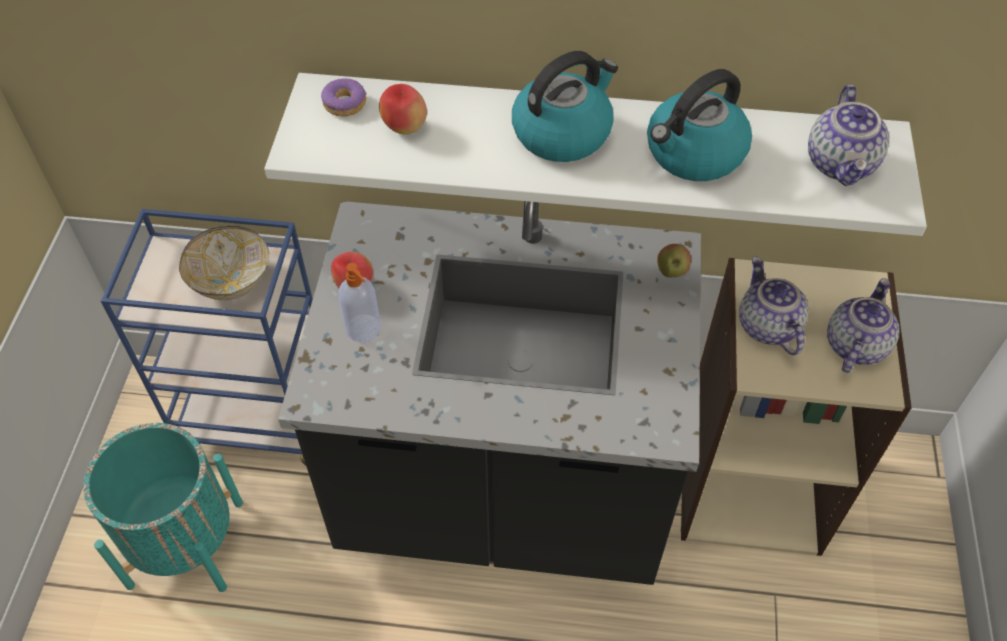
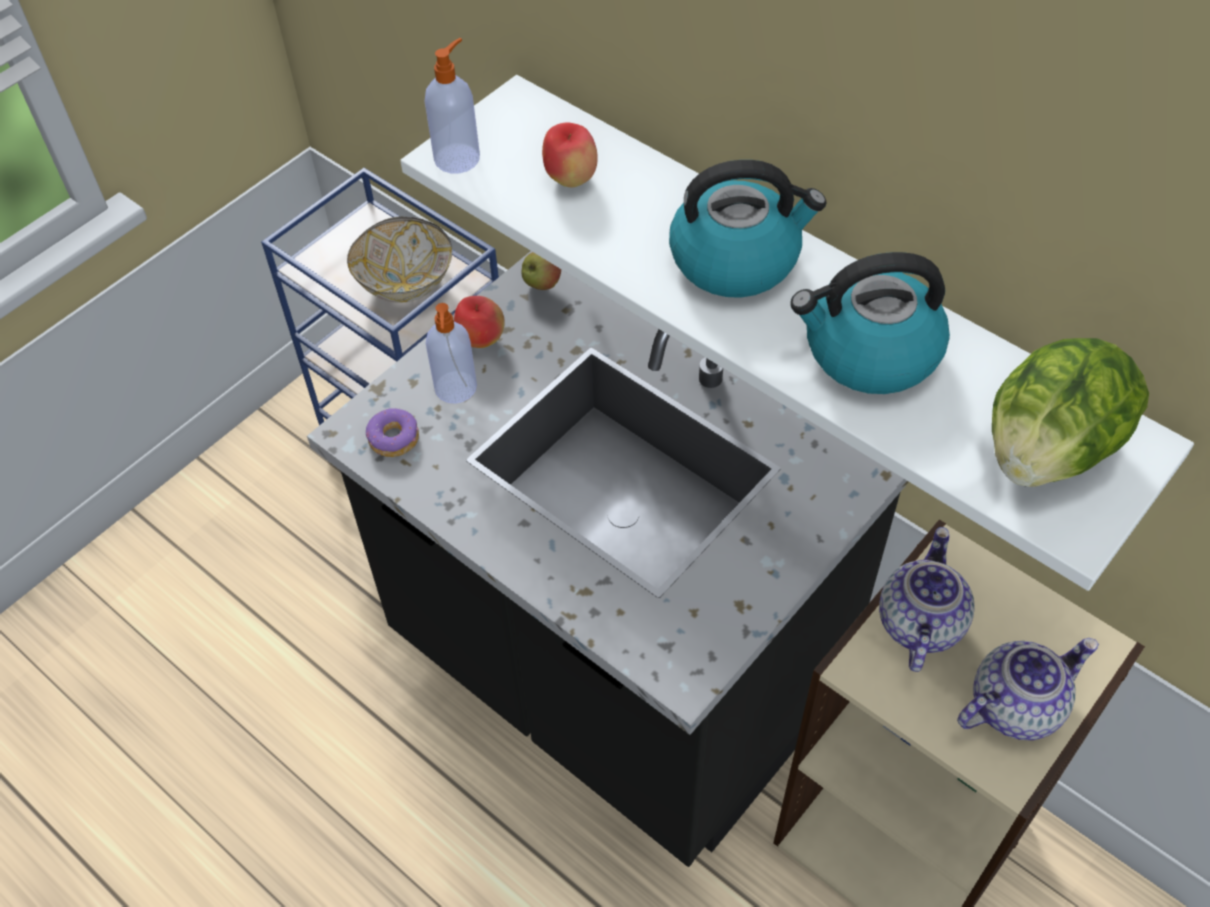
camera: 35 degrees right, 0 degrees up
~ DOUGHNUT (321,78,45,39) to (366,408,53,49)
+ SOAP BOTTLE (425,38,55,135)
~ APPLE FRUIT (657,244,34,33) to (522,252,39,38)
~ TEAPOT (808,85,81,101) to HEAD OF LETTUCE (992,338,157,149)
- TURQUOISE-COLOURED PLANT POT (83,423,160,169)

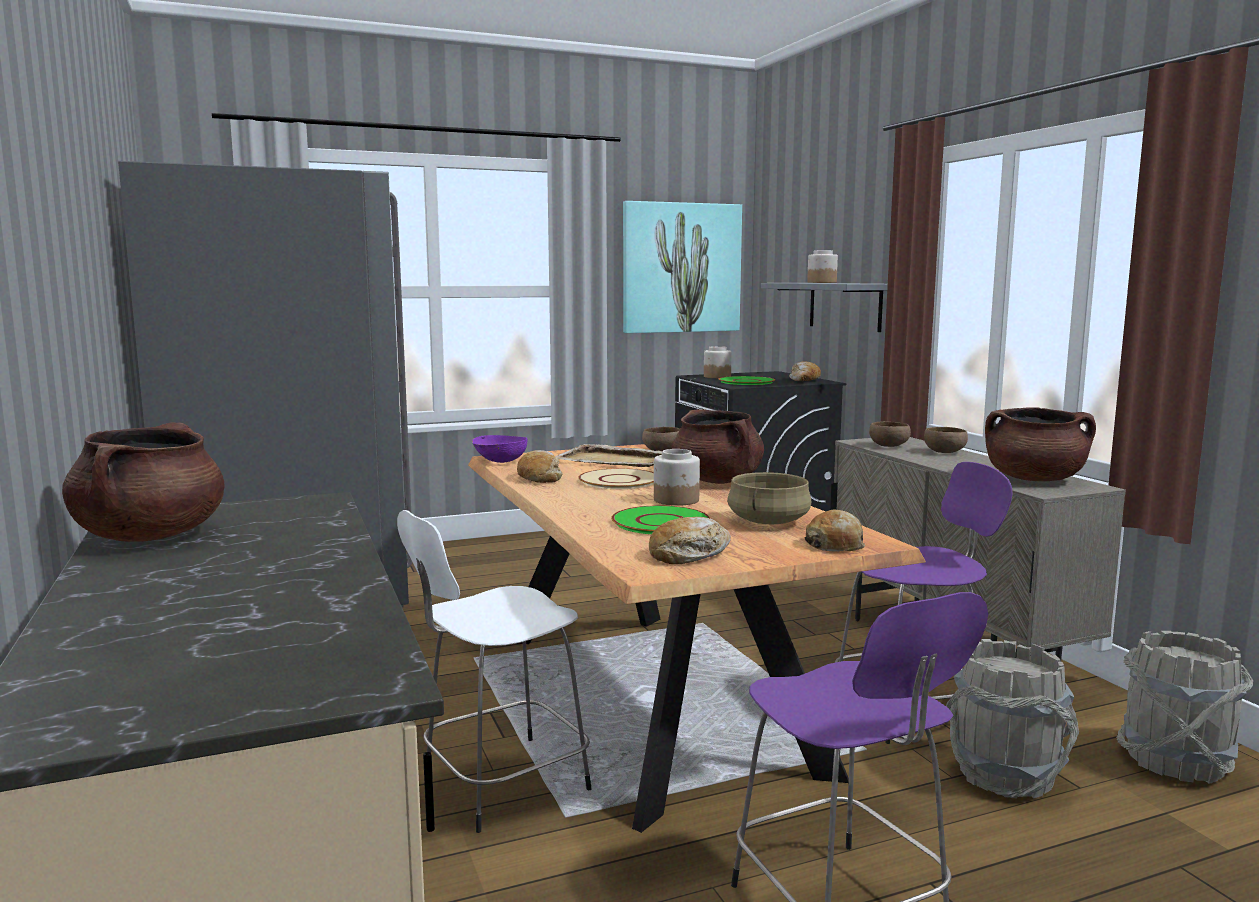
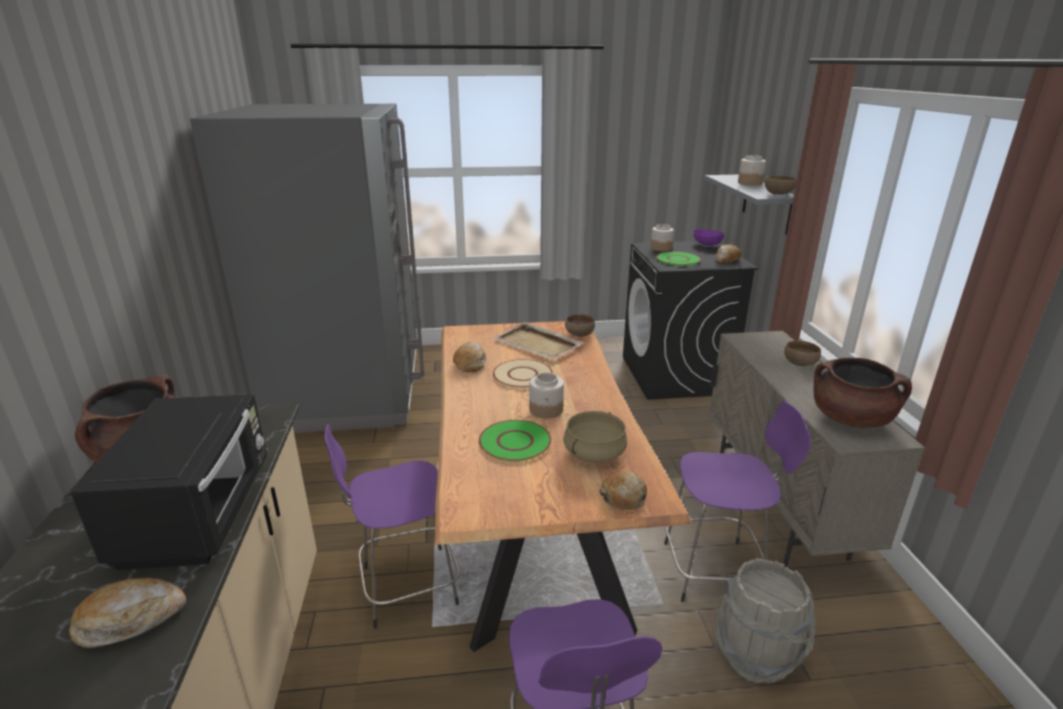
camera: 15 degrees right, 15 degrees up
~ BAKED BREAD (649,517,82,47) to (69,578,117,70)
+ BLACK MICROWAVE (71,395,196,175)
~ WHITISH STOOL (397,510,195,323) to PURPLISH STOOL (325,423,134,206)
~ PURPLISH BOWL (472,435,55,28) to (693,229,31,17)
~ BROWNISH BOWL (869,421,42,26) to (765,175,31,20)
- WALL PICTURE (623,201,119,132)
- BROWNISH COOKING POT (671,409,93,75)
- GREY PAIL (1116,631,137,153)

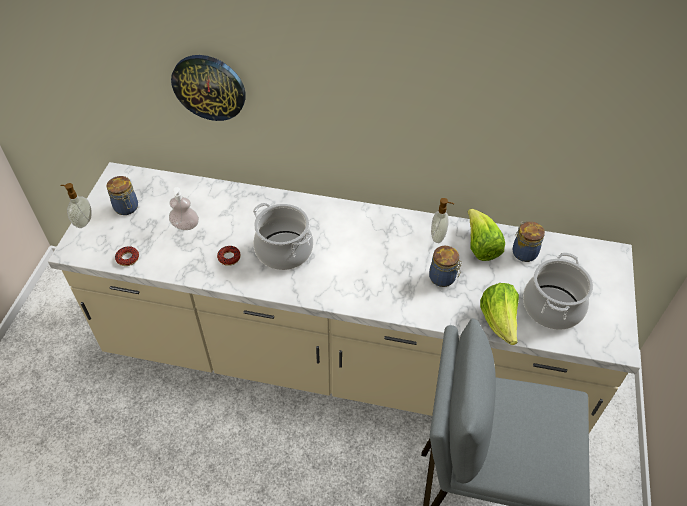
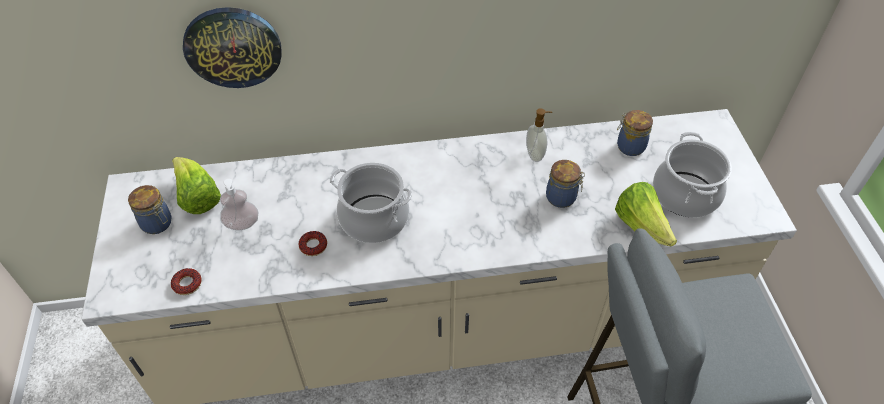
camera: 20 degrees left, 0 degrees up
~ HEAD OF LETTUCE (468,209,37,52) to (172,157,49,57)
- SOAP BOTTLE (60,183,32,45)

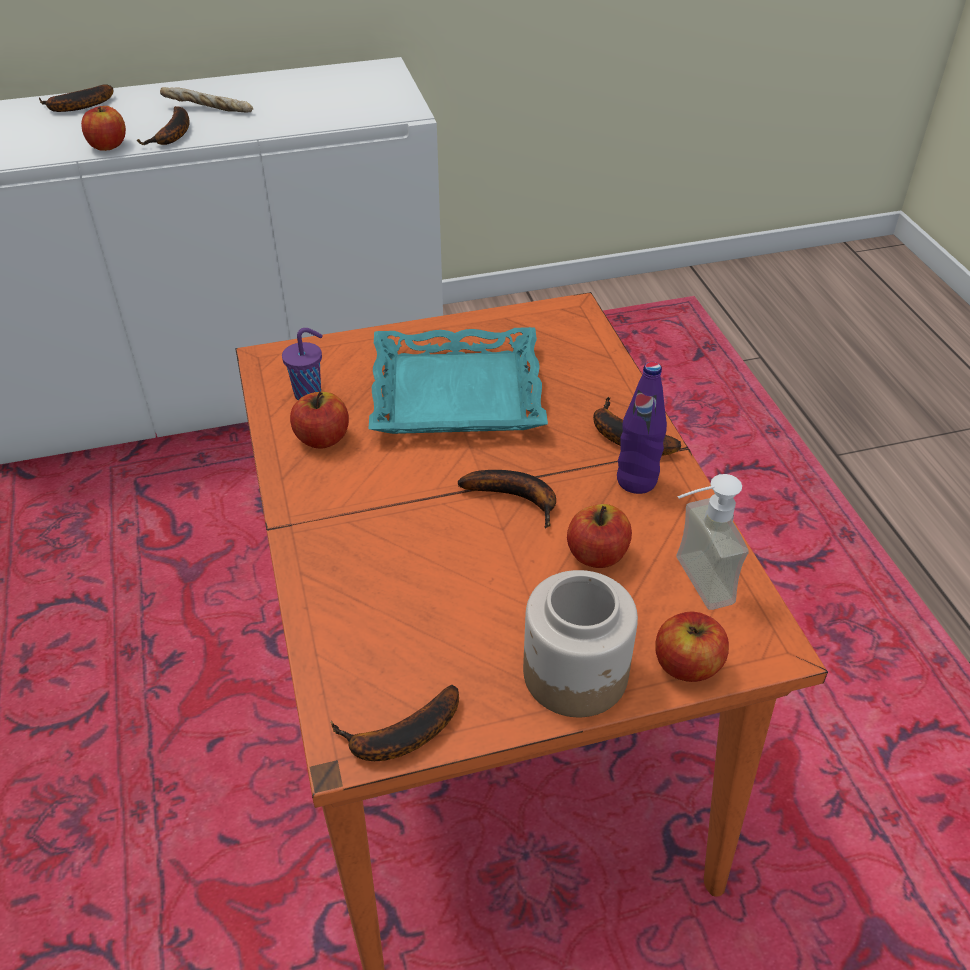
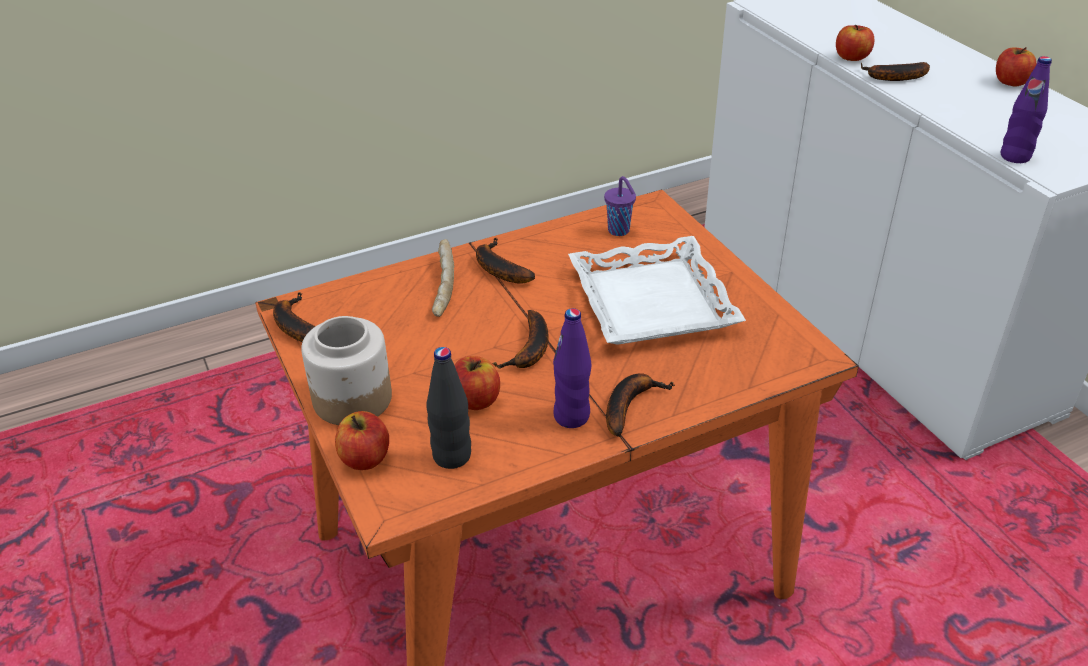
camera: 80 degrees right, 5 degrees down
~ SOAP BOTTLE (677,474,71,136) to BLACK DRINK BOTTLE (427,347,44,122)
~ BAKED BREAD (160,87,93,26) to (432,239,22,78)
~ BANANA (38,84,75,28) to (476,238,59,46)
~ TURQUOISE-COLOURED CARRYING TRAY (368,327,180,107) to WHITISH CARRYING TRAY (568,236,178,109)
~ APPLE FRUIT (290,392,59,57) to (996,47,40,39)
+ PURPLISH DRINK BOTTLE (1001,56,51,107)

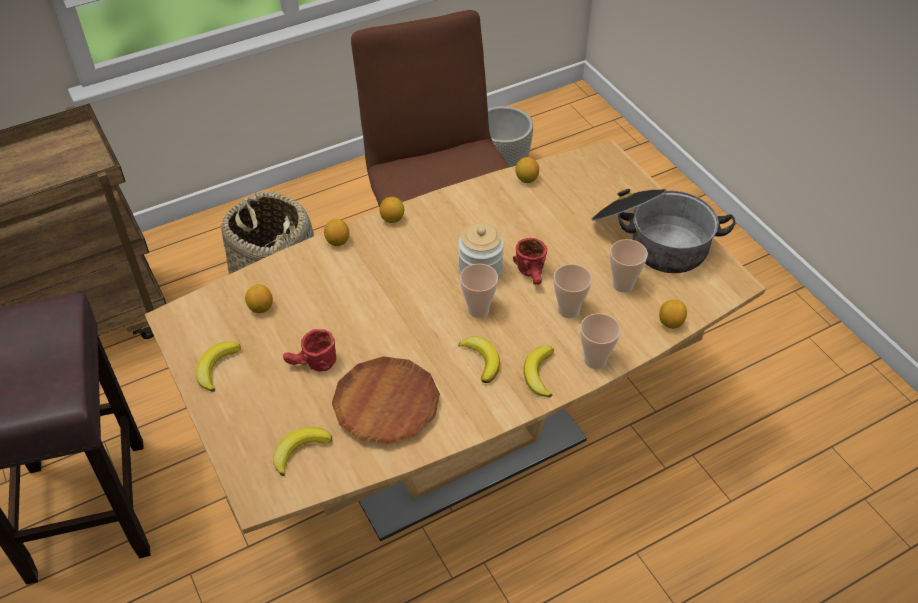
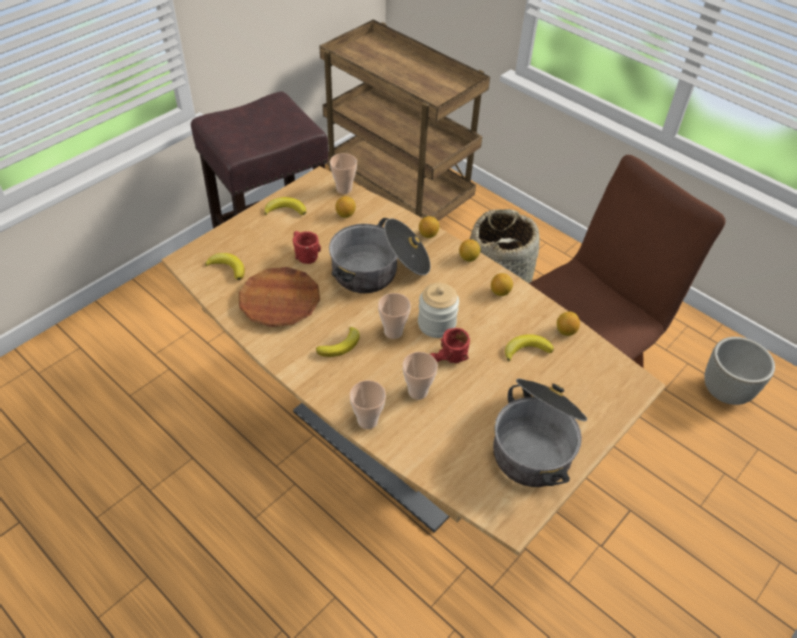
camera: 70 degrees right, 0 degrees up
+ COOKING POT (329,218,102,75)
~ CUP (610,239,38,54) to (330,153,27,41)
~ CITRUS FRUIT (659,300,28,29) to (491,273,22,23)
~ BANANA (523,346,31,52) to (505,334,49,28)

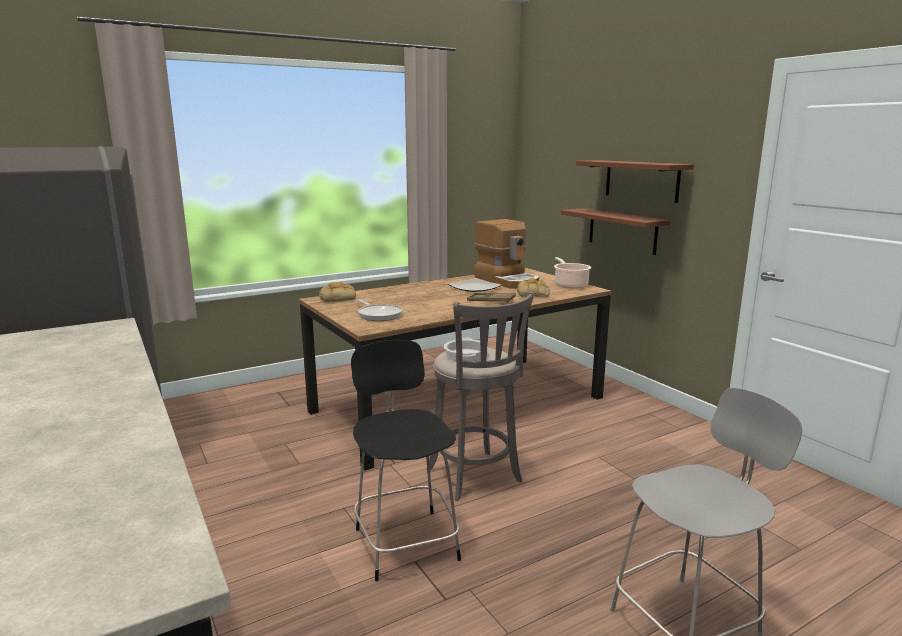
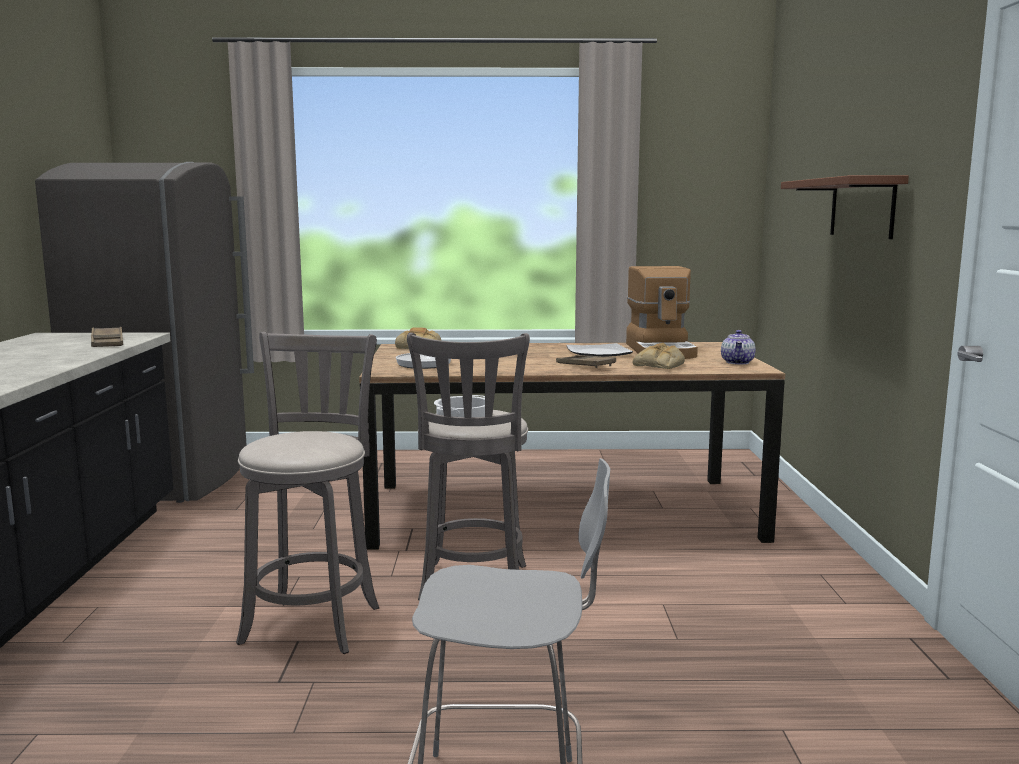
camera: 30 degrees right, 5 degrees down
+ BROWNISH CARRYING TRAY (91,327,32,20)
~ BLACK UPRIGHT CHAIR (351,340,110,241) to GREY STOOL (236,332,143,322)
~ COOKING POT (554,257,37,32) to TEAPOT (721,330,35,34)
- BROWNISH SHELF (561,208,109,47)

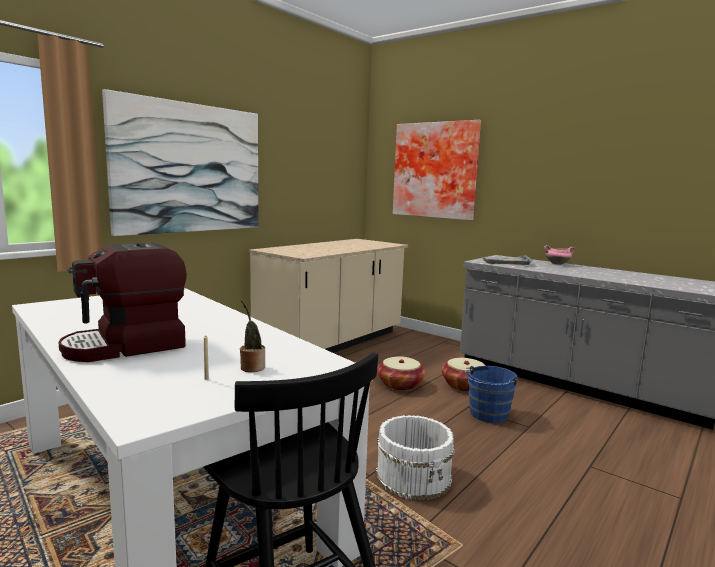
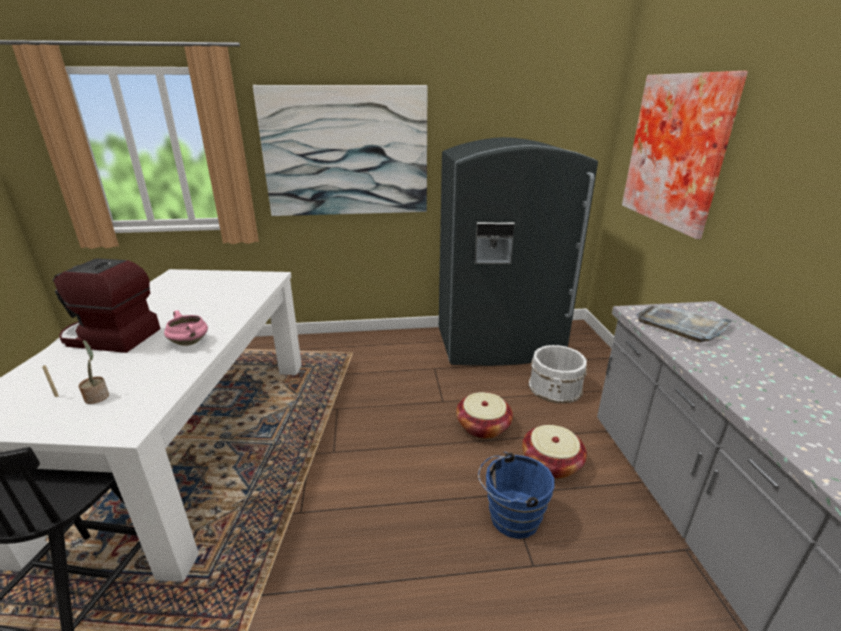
camera: 45 degrees right, 15 degrees up
~ PINK-COLOURED COOKING POT (544,245,31,20) to (164,310,44,36)
~ BEIGE COUNTER (249,239,159,114) to GREY KITCHEN FRIDGE (439,137,159,229)
~ WHITISH PAIL (376,415,79,86) to (528,345,59,59)

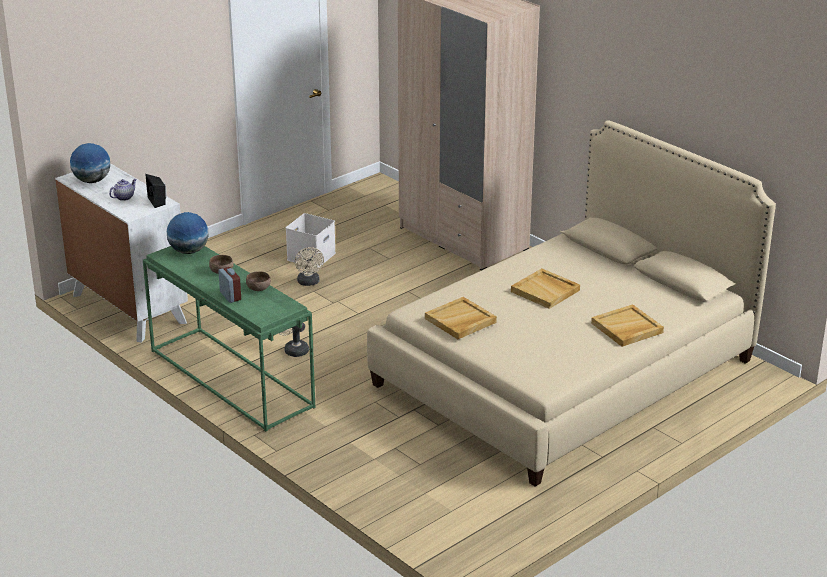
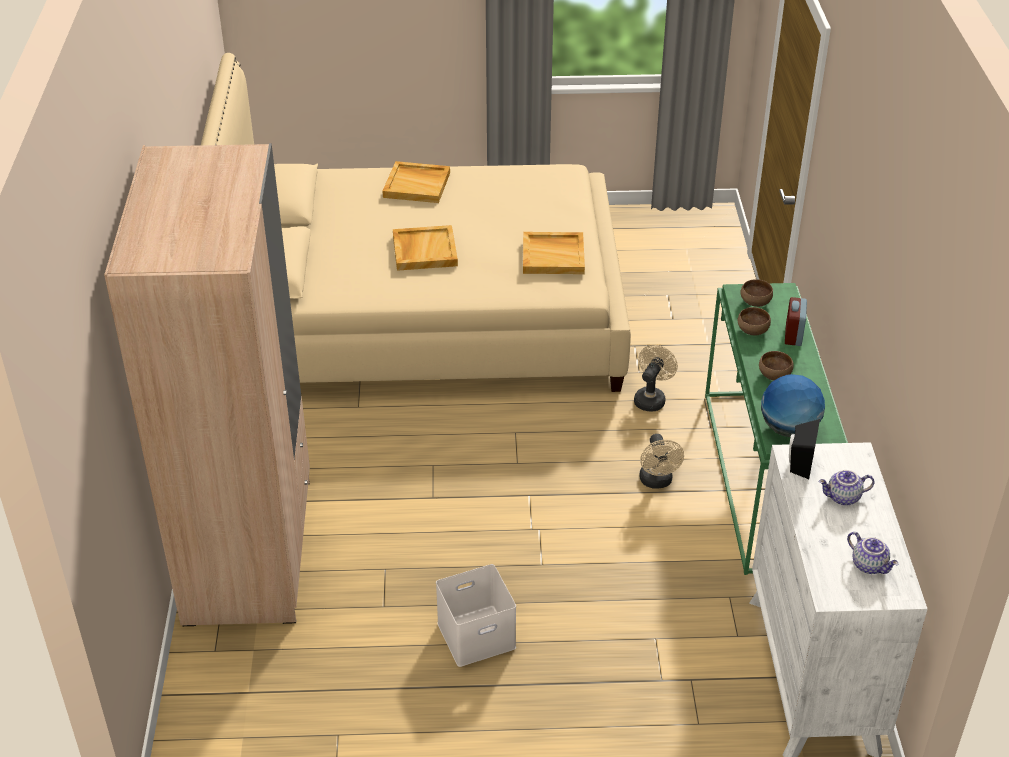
camera: 140 degrees left, 10 degrees up
~ BEIGE ELECTRIC FAN (295,247,29,39) to (634,345,44,66)
+ BROWNISH BOWL (741,279,32,28)
~ WORLD GLOBE (70,143,40,40) to TEAPOT (847,532,51,42)

